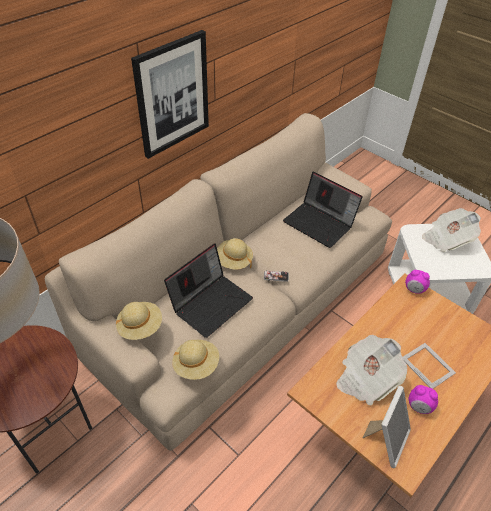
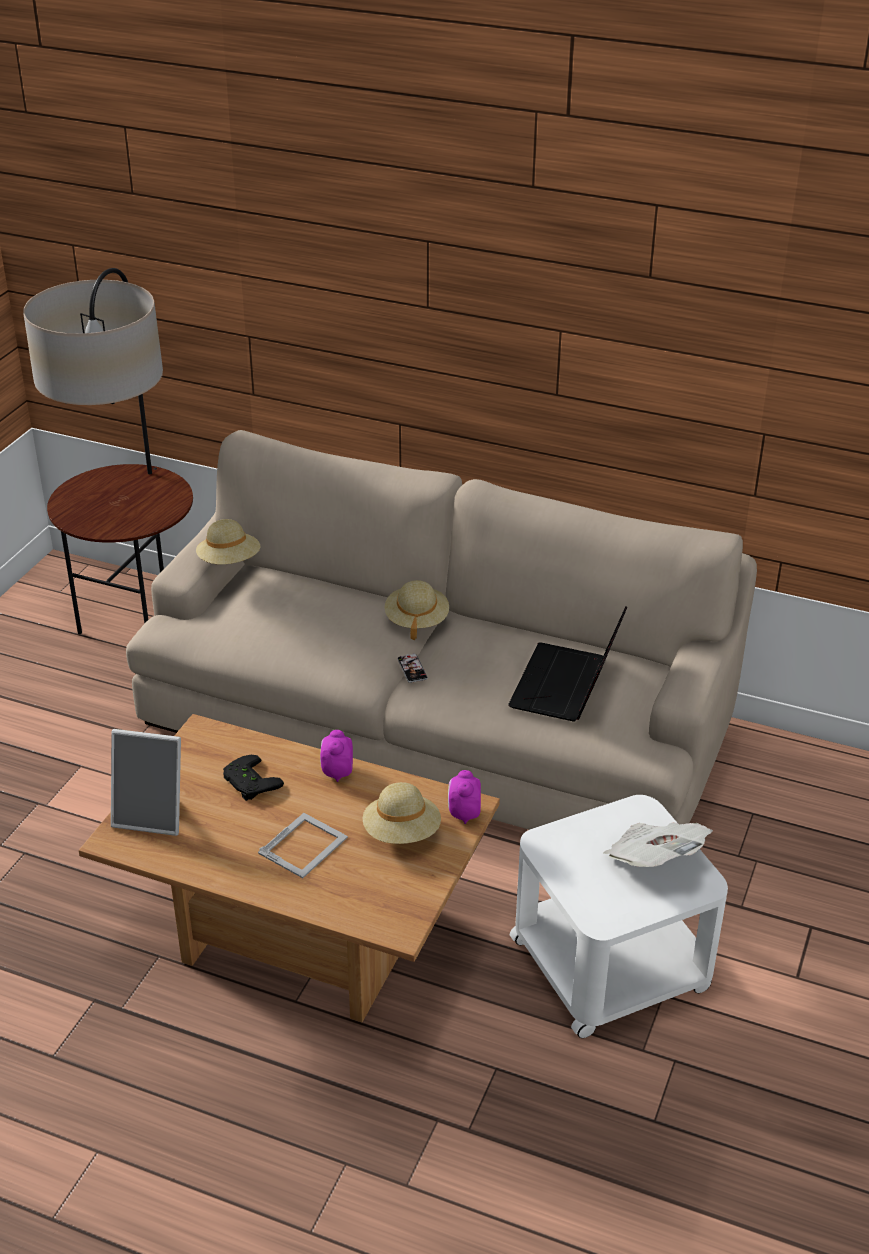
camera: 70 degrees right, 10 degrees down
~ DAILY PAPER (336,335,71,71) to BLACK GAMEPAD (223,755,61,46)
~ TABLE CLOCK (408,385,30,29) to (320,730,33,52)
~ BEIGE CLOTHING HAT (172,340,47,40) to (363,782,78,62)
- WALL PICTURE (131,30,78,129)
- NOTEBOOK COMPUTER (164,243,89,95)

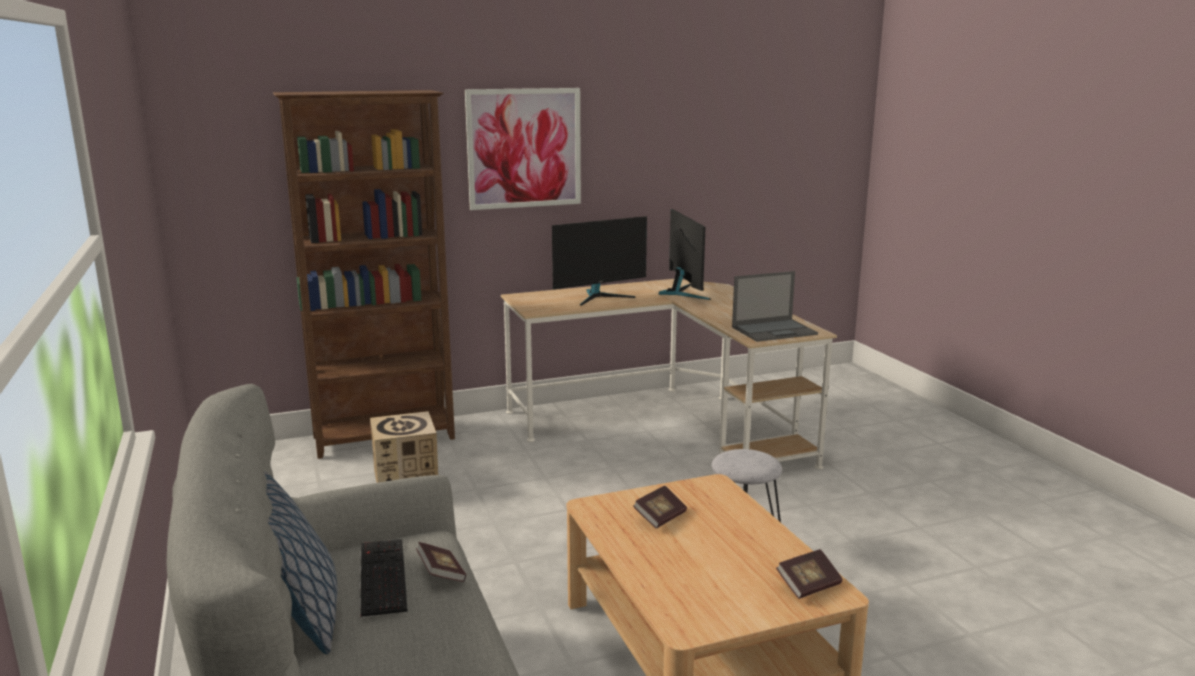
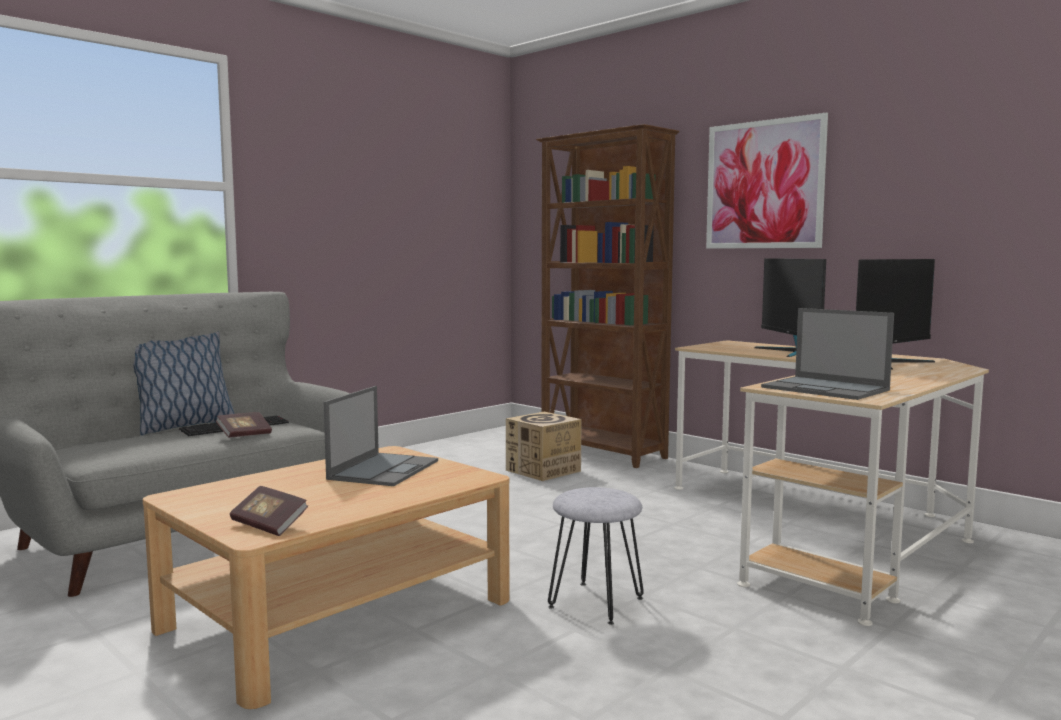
camera: 65 degrees right, 10 degrees down
~ BOUND BOOK (633,486,54,42) to NOTEBOOK COMPUTER (324,386,114,100)
~ MONITOR (552,216,95,90) = (755,258,71,99) 45 degrees clockwise

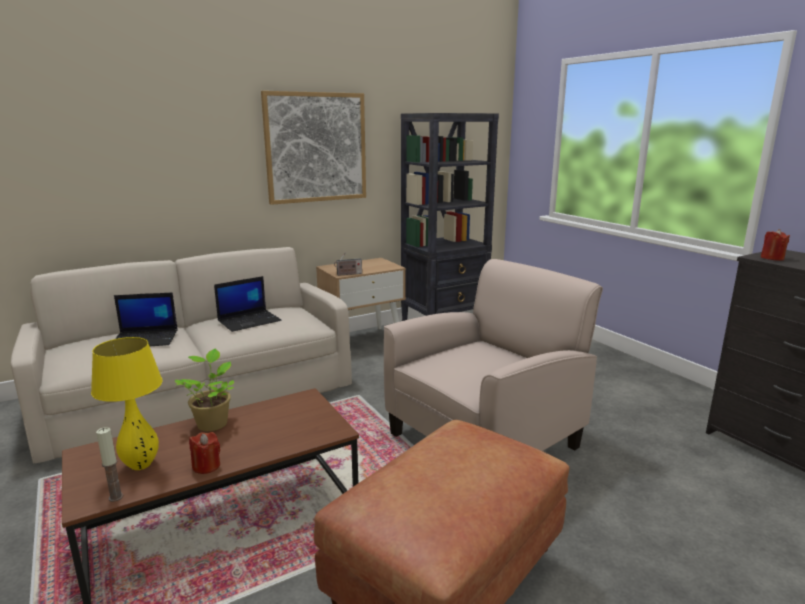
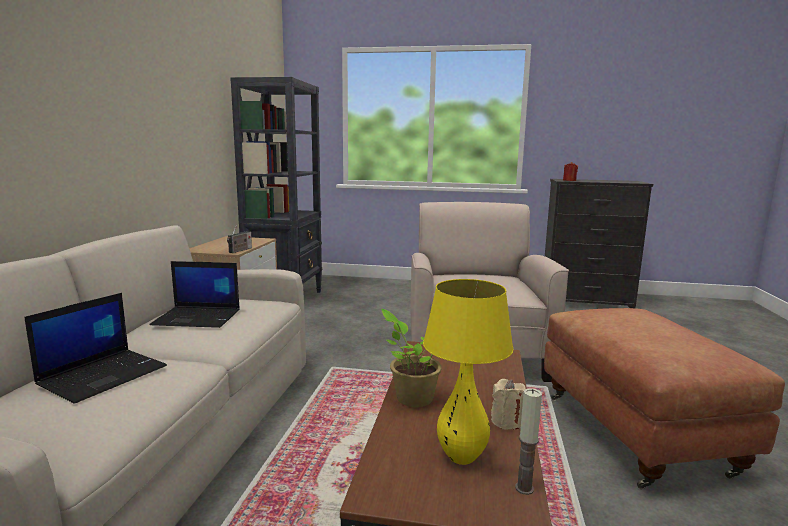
camera: 50 degrees left, 5 degrees down
~ NOTEBOOK COMPUTER (214,276,67,56) = (149,261,91,67) 90 degrees clockwise
~ RED WAX CANDLE (189,432,31,42) to BEIGE WAX CANDLE (491,379,35,51)
- WALL PICTURE (261,91,105,114)

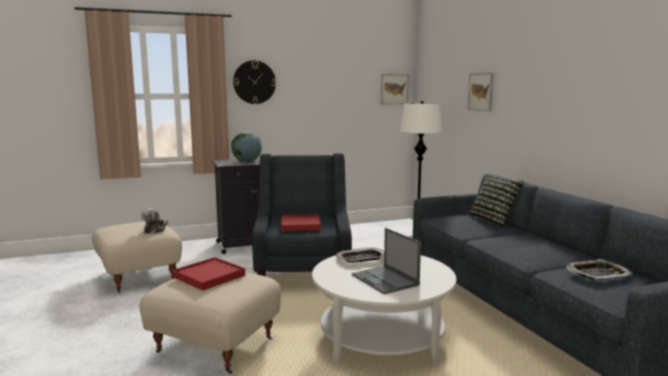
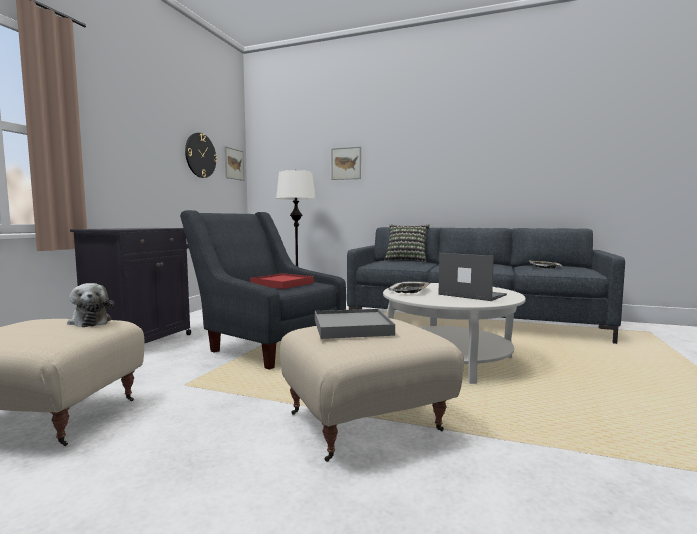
camera: 50 degrees left, 5 degrees down
~ HANGING CLOCK (233,60,43,44) to (185,133,32,45)
~ RED CARRYING TRAY (173,257,72,33) to GREY CARRYING TRAY (315,309,80,30)
~ NOTEBOOK COMPUTER (352,228,69,66) = (438,253,69,48) 150 degrees counterclockwise
- WORLD GLOBE (231,132,31,30)

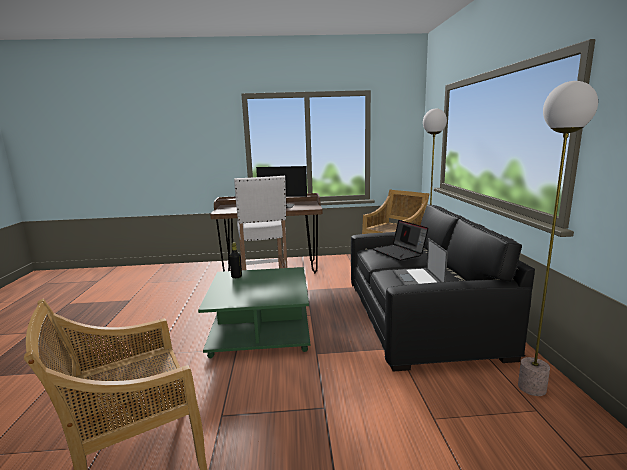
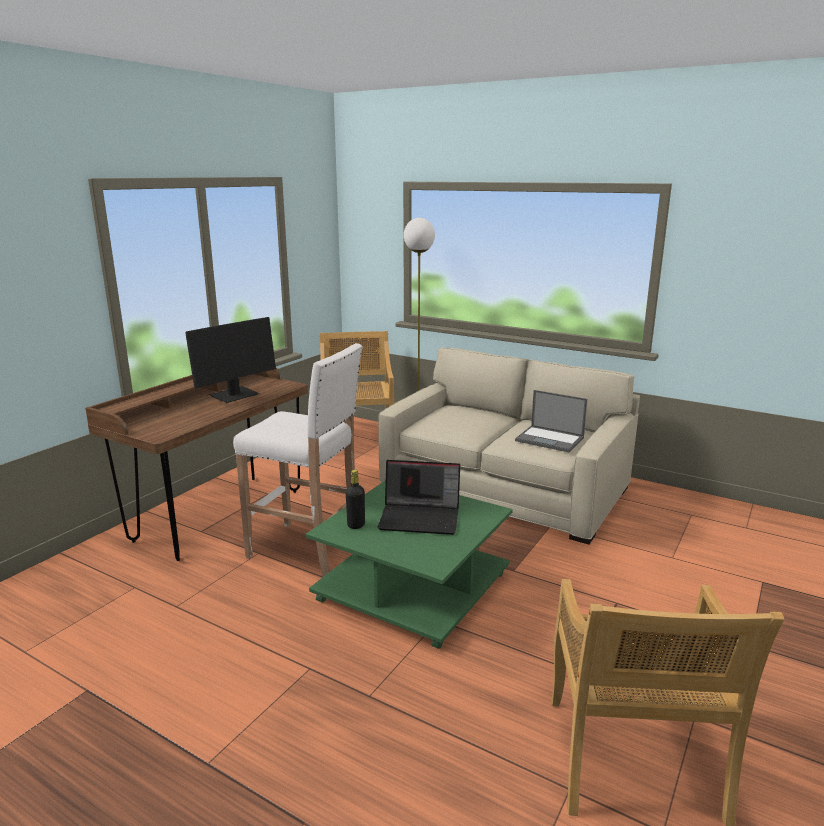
camera: 55 degrees left, 5 degrees up
~ BLACK COUCH (351,204,184,167) to BEIGE COUCH (378,348,262,197)
~ NOTEBOOK COMPUTER (373,220,55,41) to (378,460,82,75)
- STANDARD LAMP (518,81,80,315)

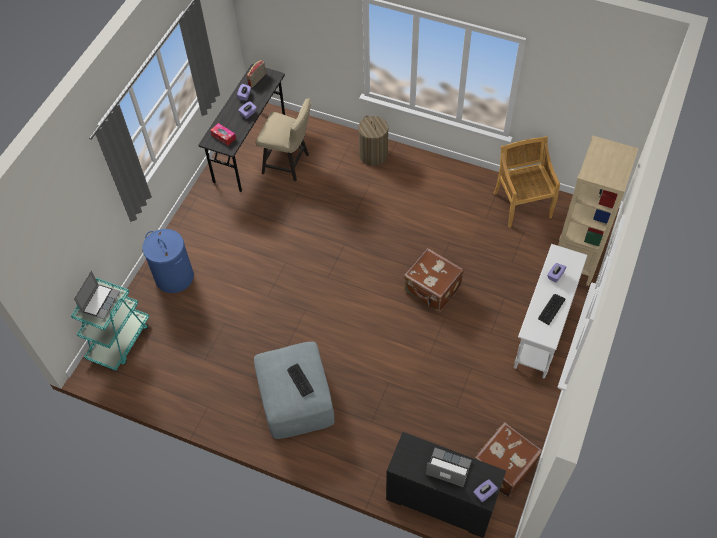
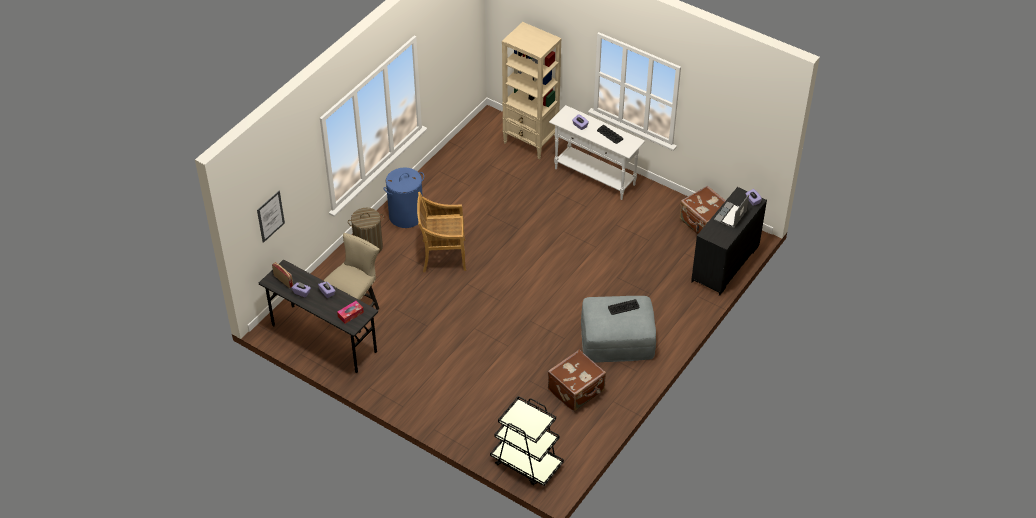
camera: 80 degrees left, 10 degrees down
+ WALL PICTURE (257,190,28,53)
~ BLUISH LAUNDRY BASKET (142,229,52,64) to (384,167,40,61)
~ BEIGE UPRIGHT CHAIR (494,136,66,92) to (417,192,49,80)
~ TURQUOISE-COLOURED WHEELED CART (71,278,78,93) to BLACK WHEELED CART (490,396,74,90)
~ BROWNISH SUITCASE (404,248,60,64) to (548,349,58,63)
- NOTEBOOK COMPUTER (74,271,47,48)

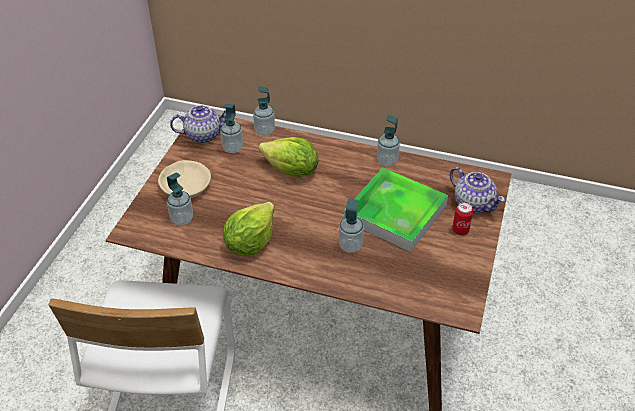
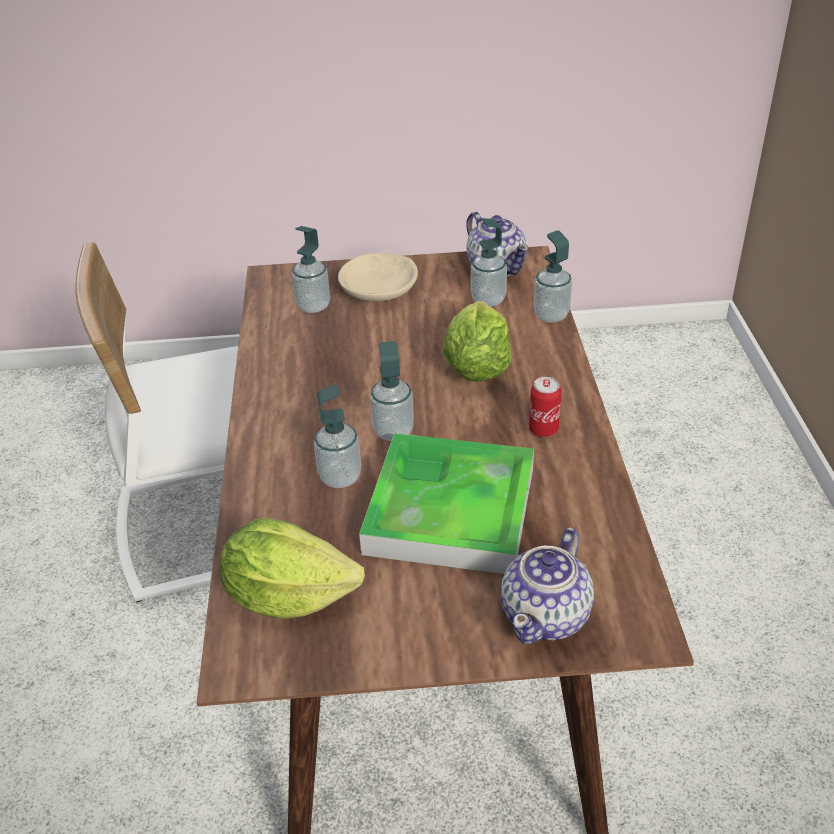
camera: 70 degrees right, 5 degrees down
~ HEAD OF LETTUCE (223,202,51,54) to (219,518,146,101)
~ SOAP BOTTLE (377,115,23,51) to (370,341,44,100)
~ CAN (452,202,21,34) to (529,377,33,60)

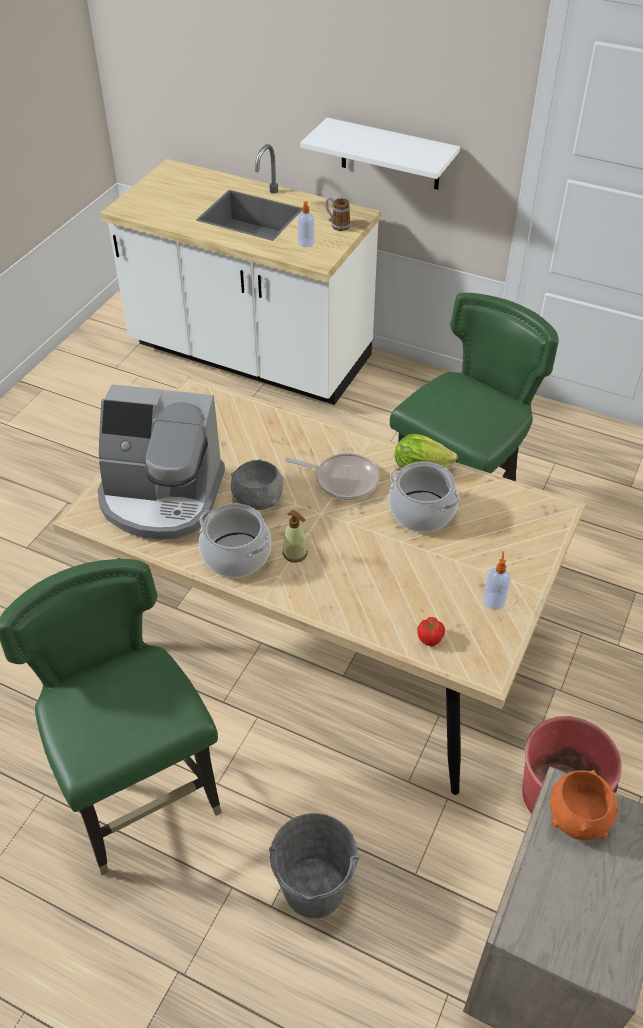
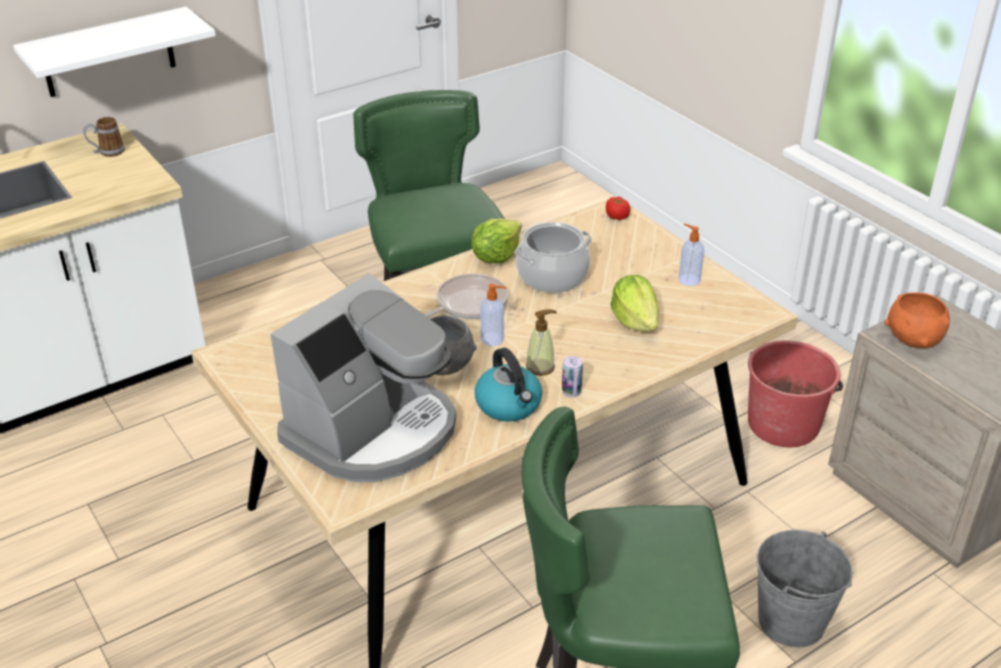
camera: 60 degrees left, 10 degrees down
~ COOKING POT (199,503,72,75) to WATER KETTLE (475,348,67,74)
~ SOAP BOTTLE (298,201,16,46) to (480,284,26,62)
+ CAN (562,356,21,42)
~ TOMATO (417,617,28,29) to (606,196,24,24)
+ HEAD OF LETTUCE (611,275,48,56)

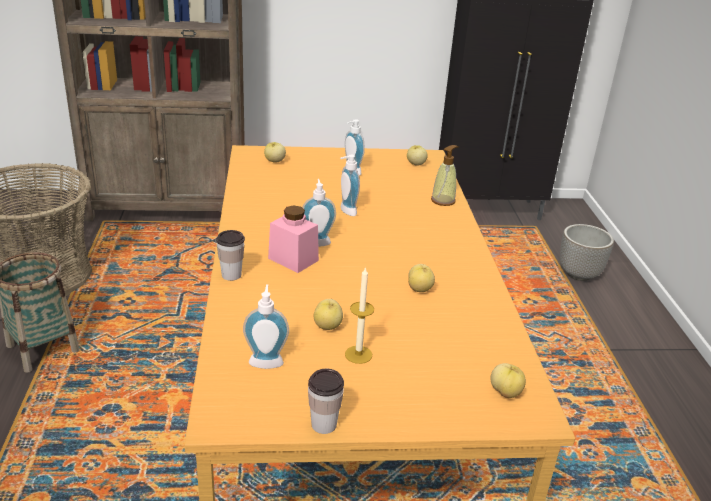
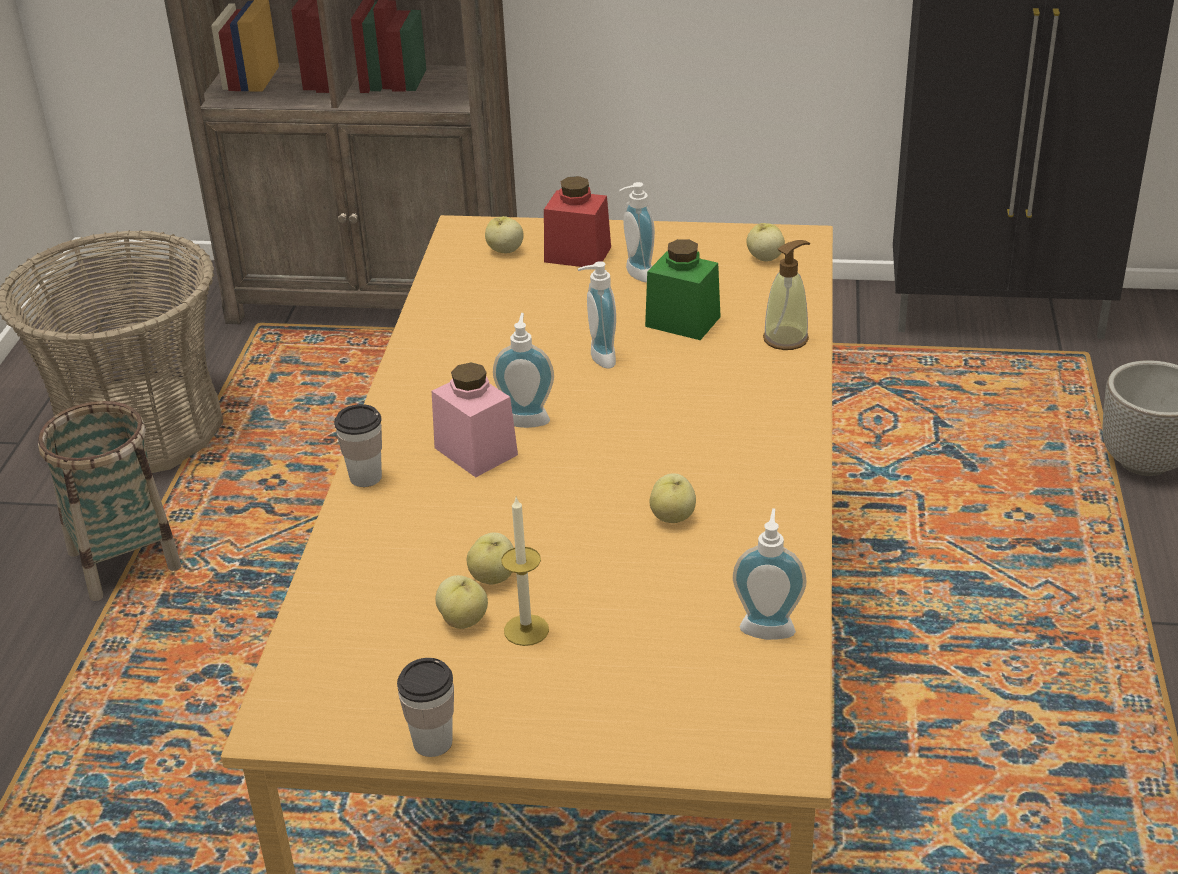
camera: 15 degrees right, 5 degrees up
~ APPLE FRUIT (490,363,36,35) to (435,575,53,54)
+ RED JAR (544,176,67,91)
+ GREEN-COLOURED JAR (645,239,76,101)
~ SOAP BOTTLE (243,284,46,85) to (733,508,74,132)

